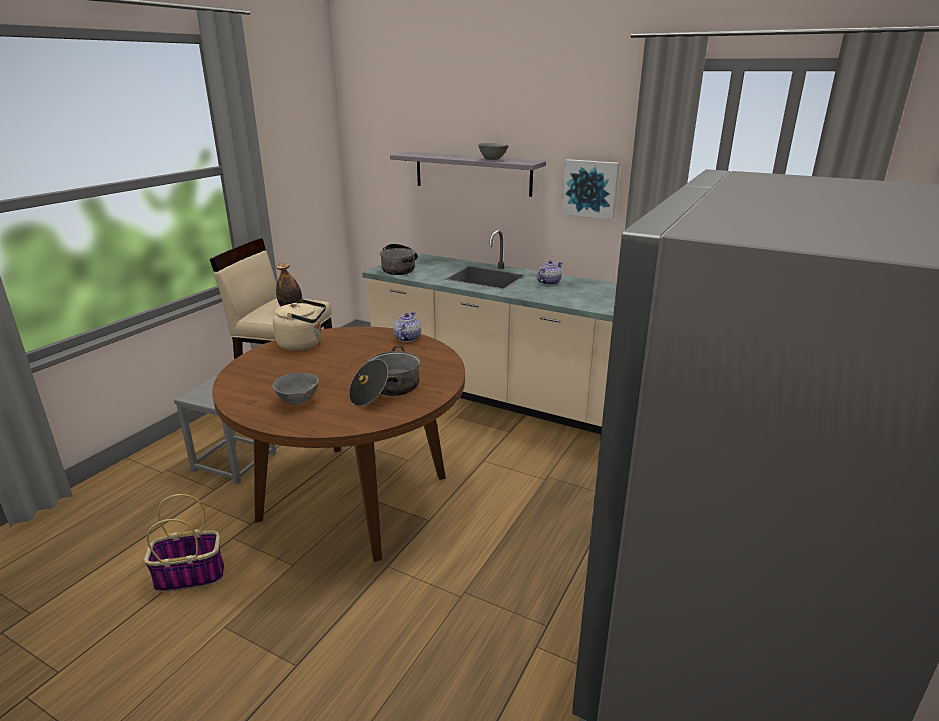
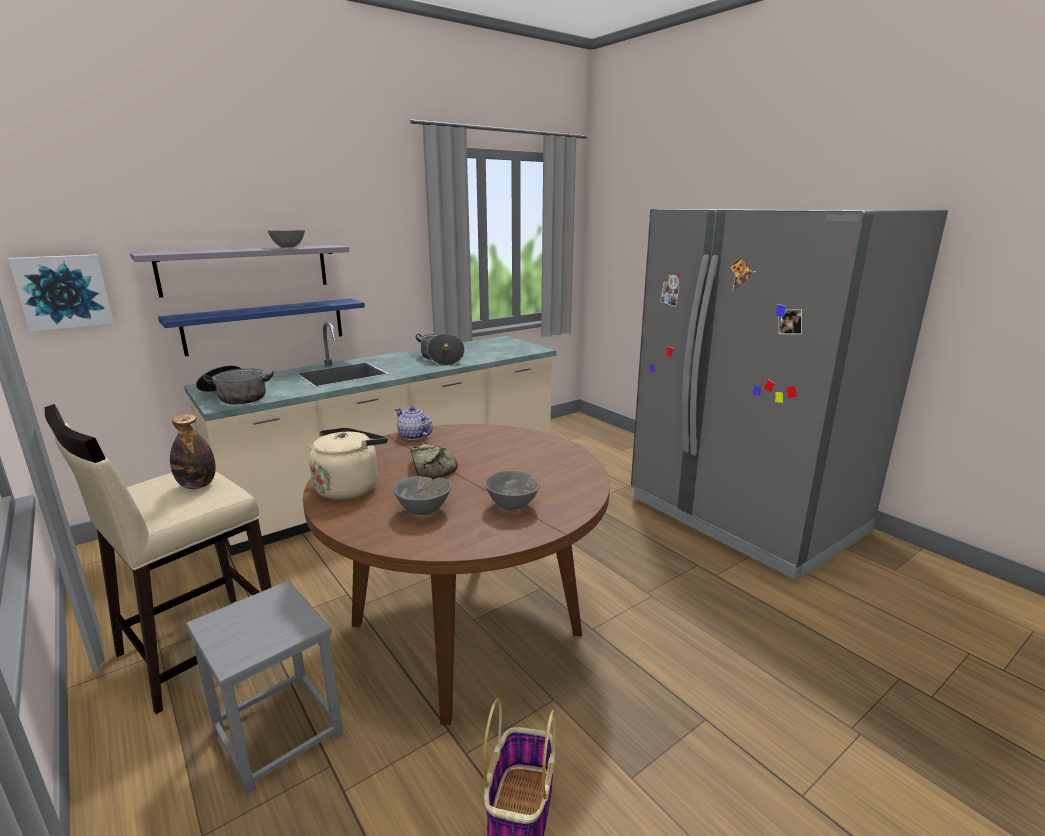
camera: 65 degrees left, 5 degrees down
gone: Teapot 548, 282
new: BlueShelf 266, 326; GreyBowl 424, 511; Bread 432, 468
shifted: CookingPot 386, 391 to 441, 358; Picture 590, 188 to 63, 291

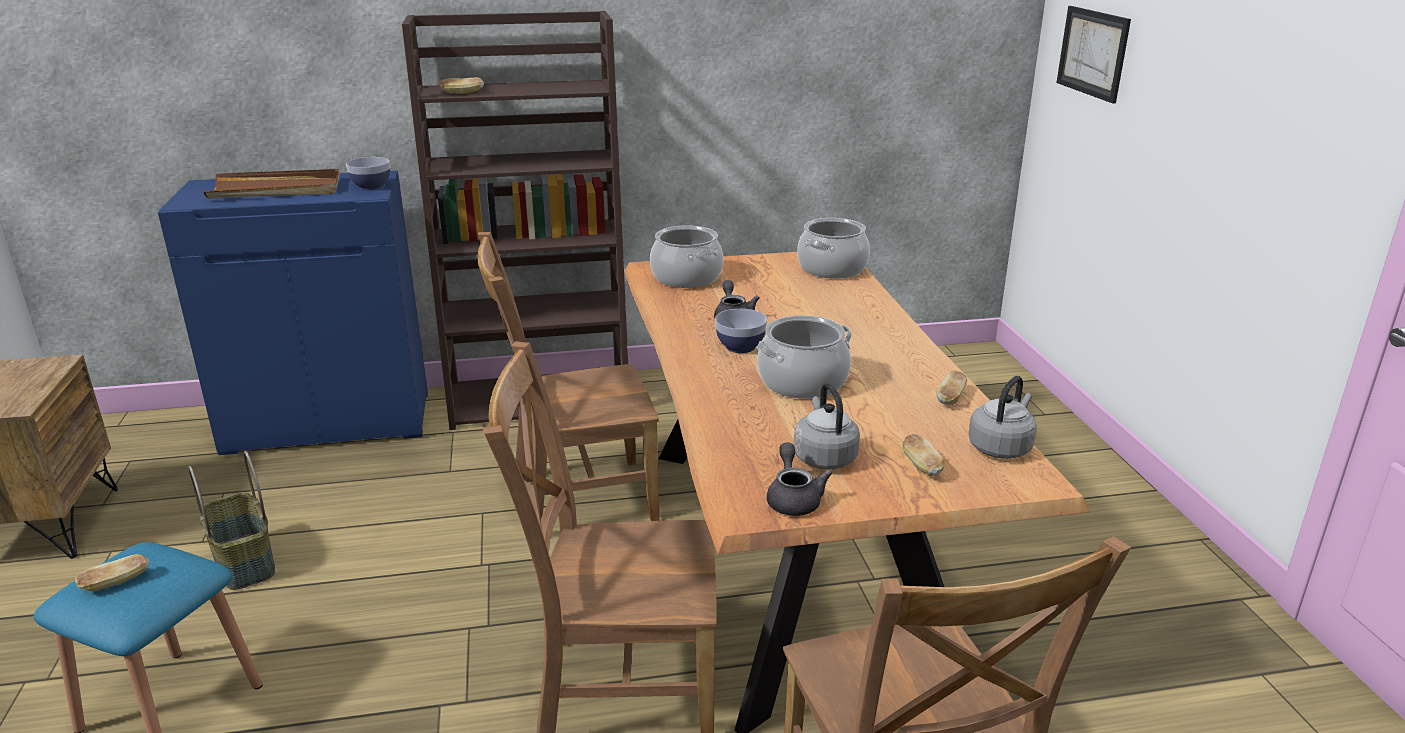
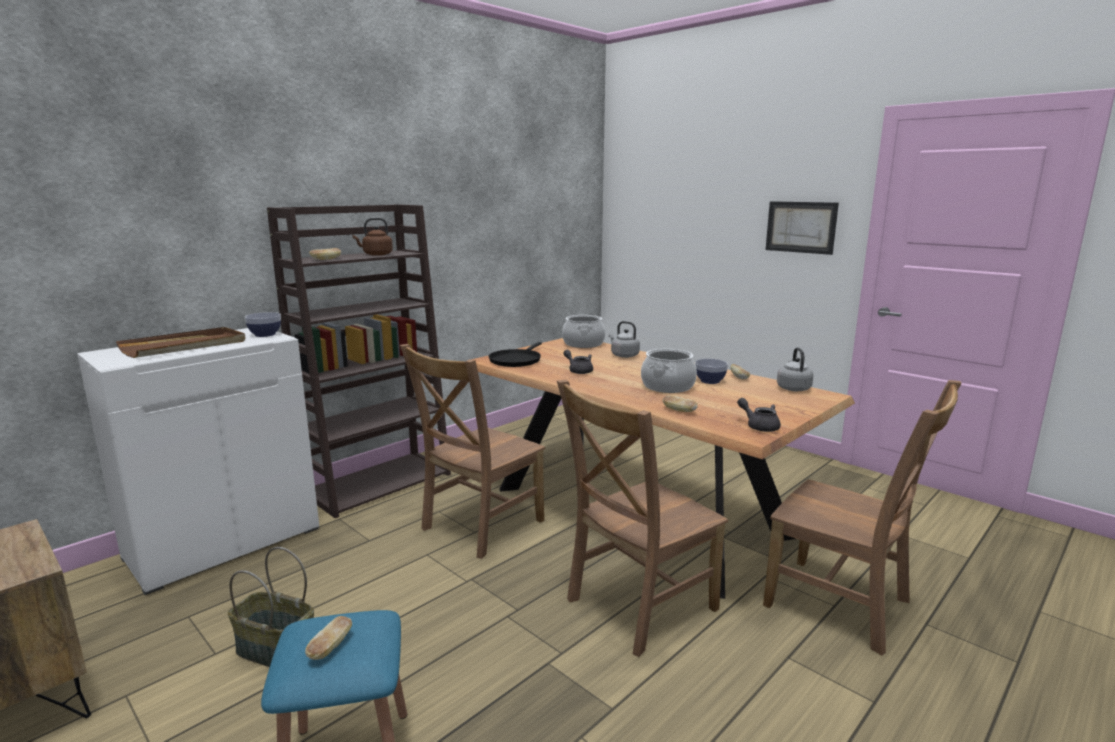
camera: 35 degrees left, 10 degrees down
new: BrownKettle 376, 255
shifted: Bowl 740, 347 to 710, 381; GreyKettle 824, 457 to 623, 355; Bread 921, 467 to 679, 411; Picture 1093, 53 to 801, 227
swapped: CookingPot 686, 278 to BlackFryingPan 516, 360
repainted: BlueCabinet 330, 421 to WhiteCabinet 224, 542

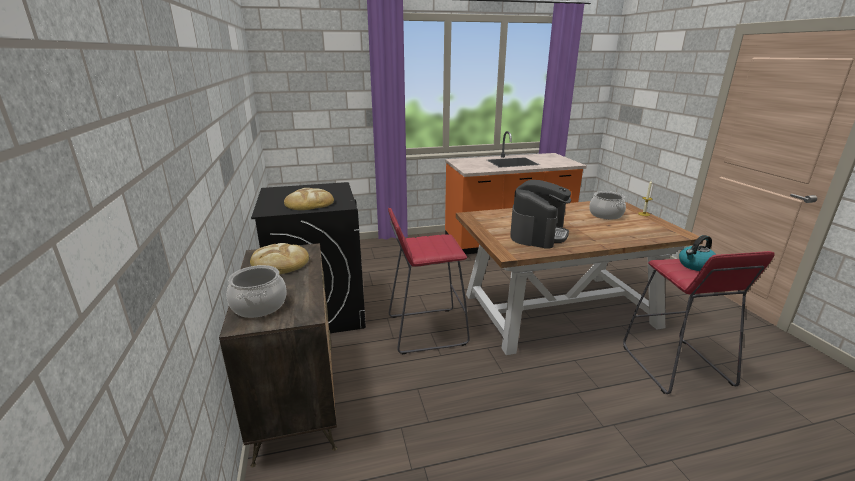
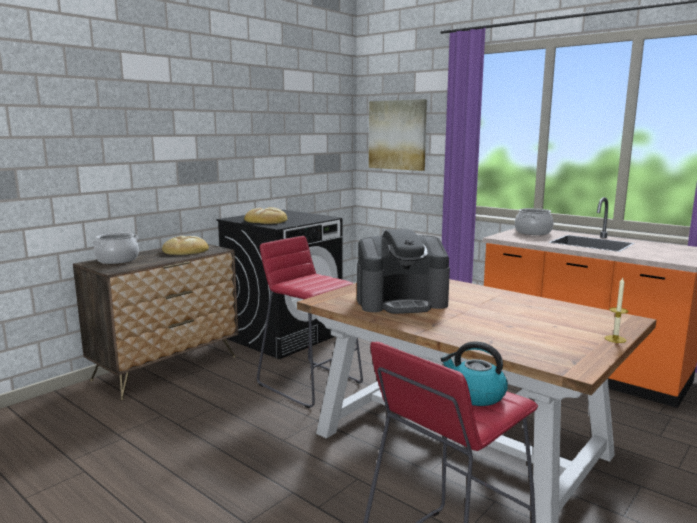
camera: 55 degrees right, 10 degrees down
new: Picture 397, 135
shifted: CookingPot 606, 215 to 533, 232

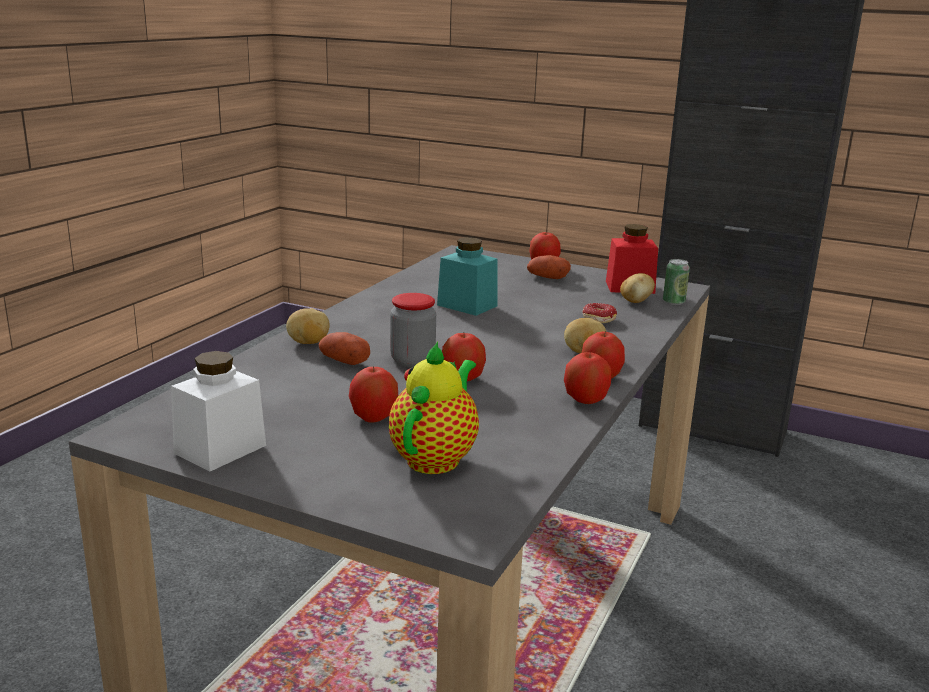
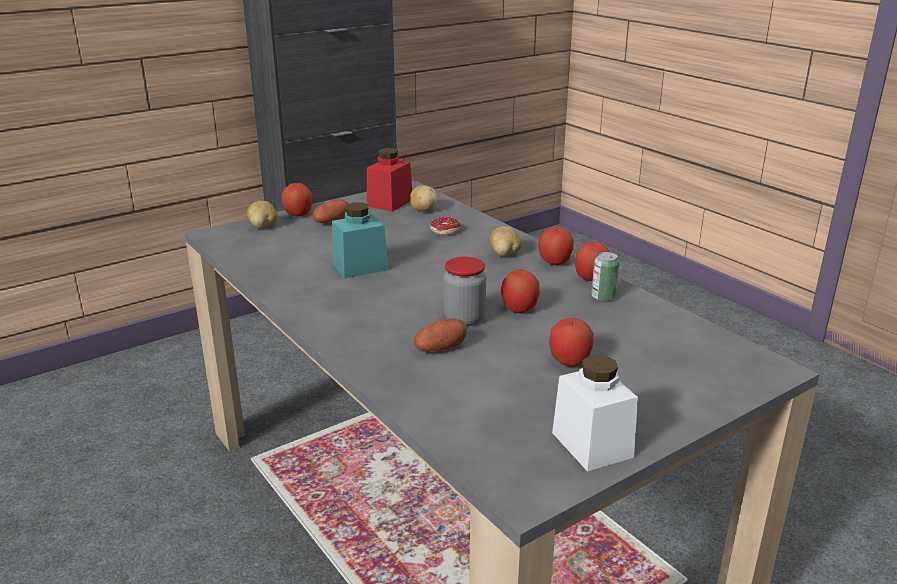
camera: 60 degrees left, 5 degrees up
gone: Teapot 436, 457
shifted: Potato 308, 343 to 264, 227; Can 673, 302 to 603, 297

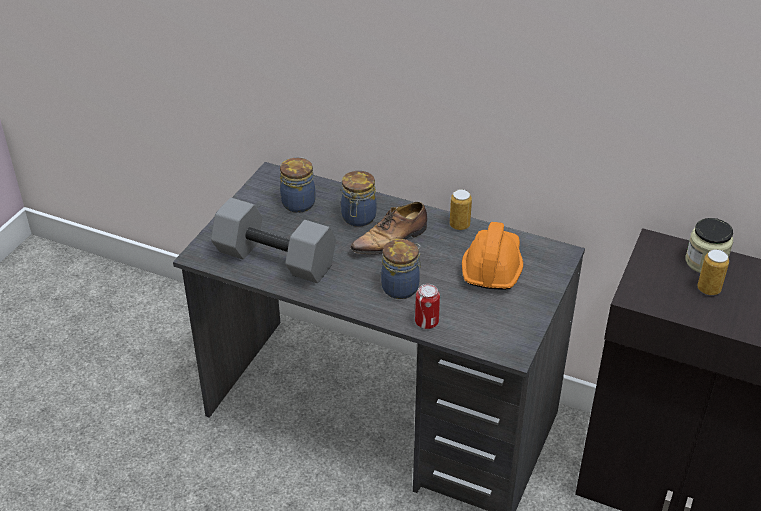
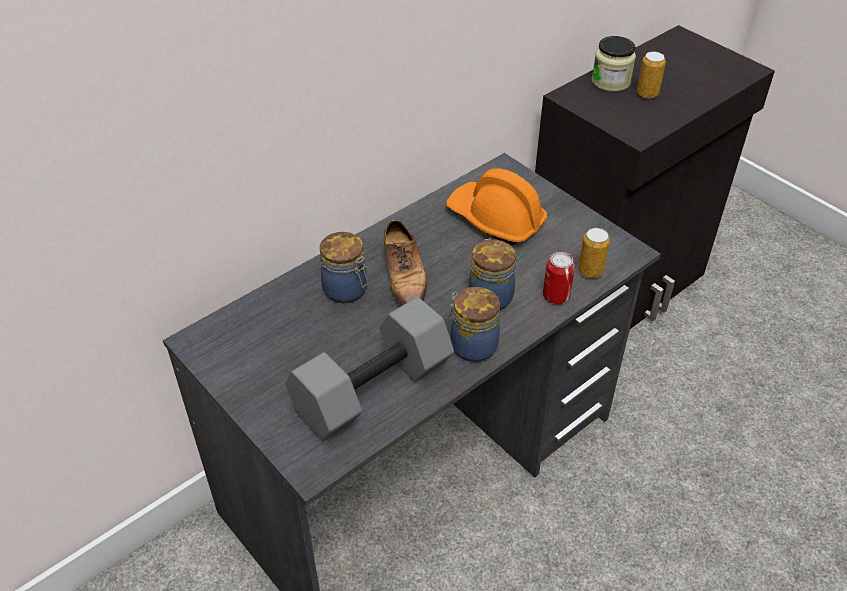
camera: 65 degrees left, 5 degrees up
shifted: Jar 299, 202 to 472, 345; Can 459, 225 to 590, 271

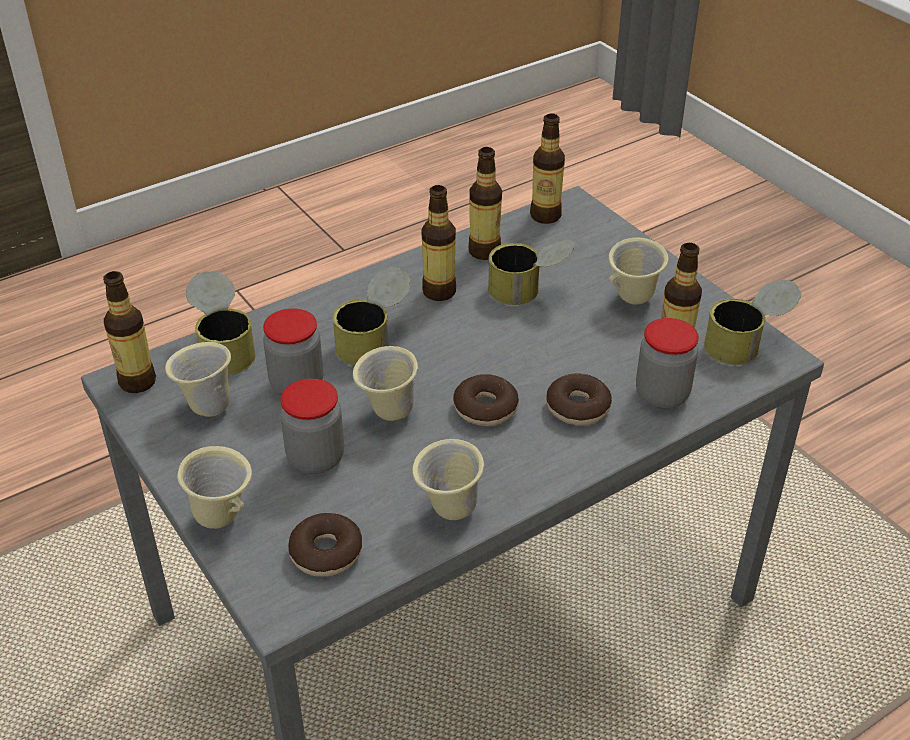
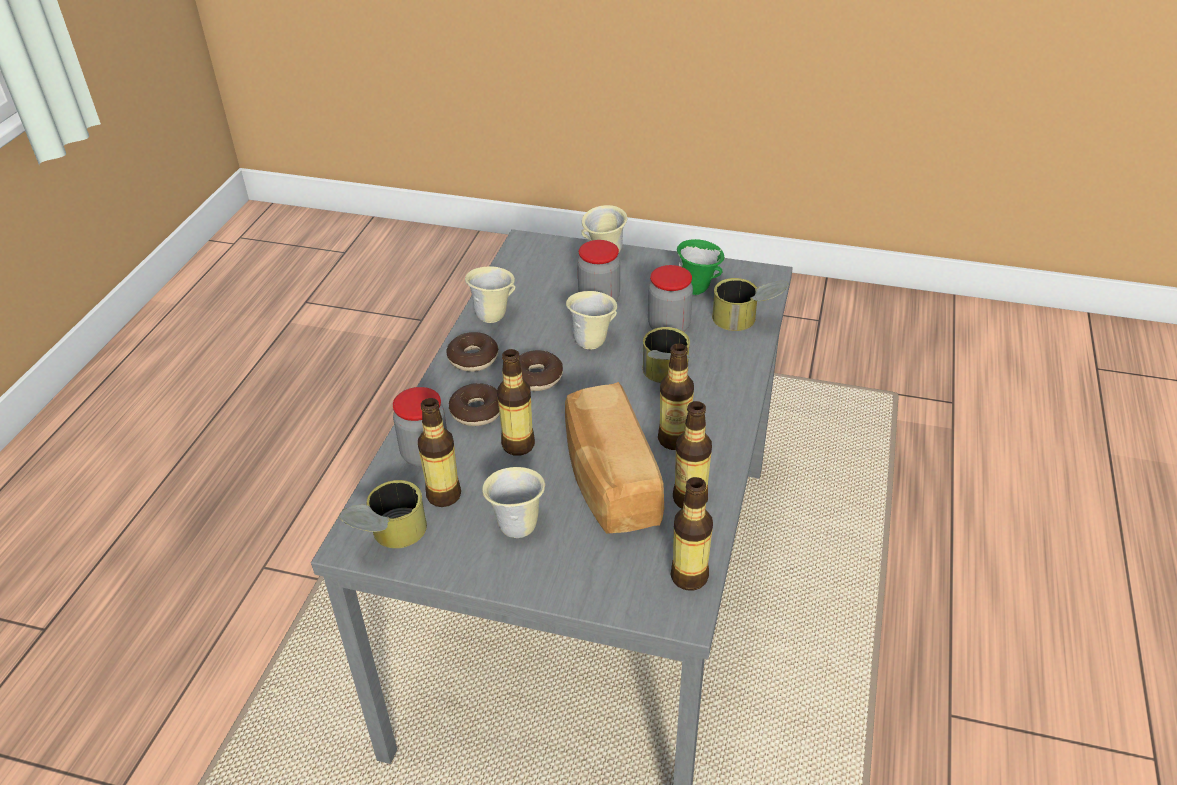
camera: 140 degrees right, 0 degrees up
shifted: Bottle 137, 382 to 518, 445; Donut 326, 553 to 473, 358
swapped: Can 529, 292 to Bread 608, 482
repainted: BeigeMug 206, 407 to GreenMug 698, 289

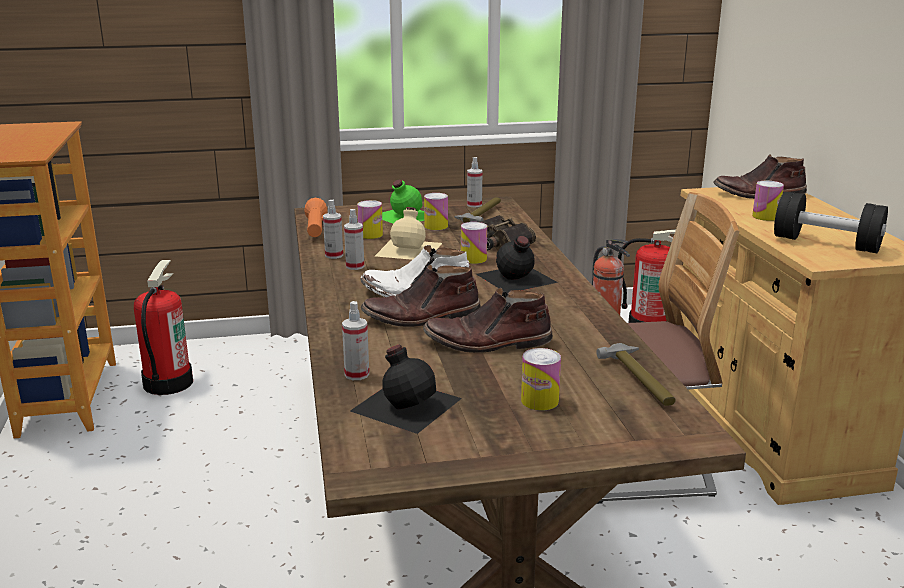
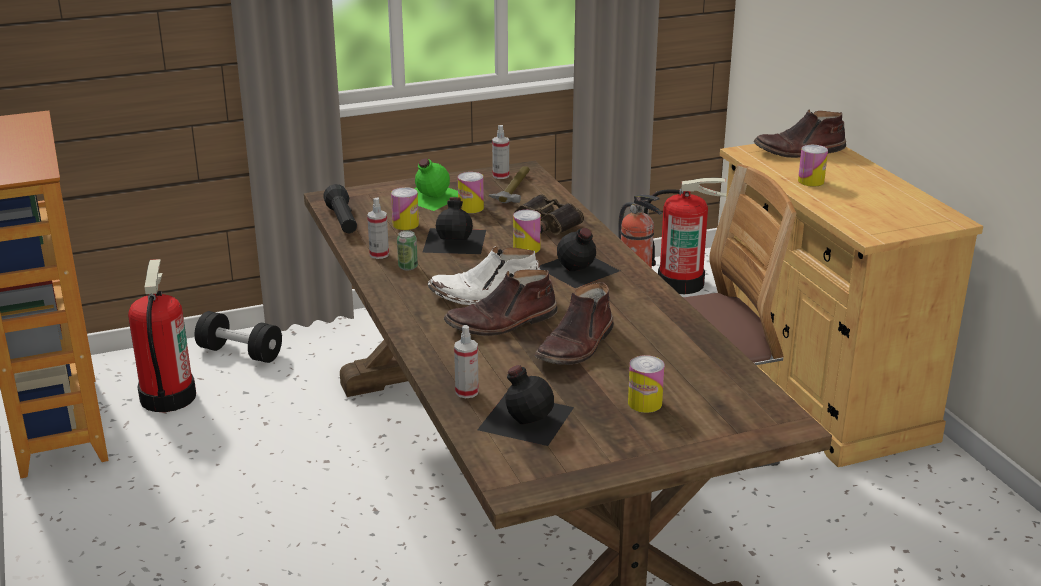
camera: 10 degrees left, 5 degrees up
gone: Hammer 639, 381
shifted: BlackDumbbell 826, 243 to 240, 353
swapped: SprayBottle 355, 266 to Can 408, 267
repainted: OrangeFlashlight 315, 229 to BlackFlashlight 342, 221; BeigeBottle 410, 249 to BlackBottle 456, 240
rotated: BrownBoot 488, 343 = 576, 346 45 degrees counterclockwise

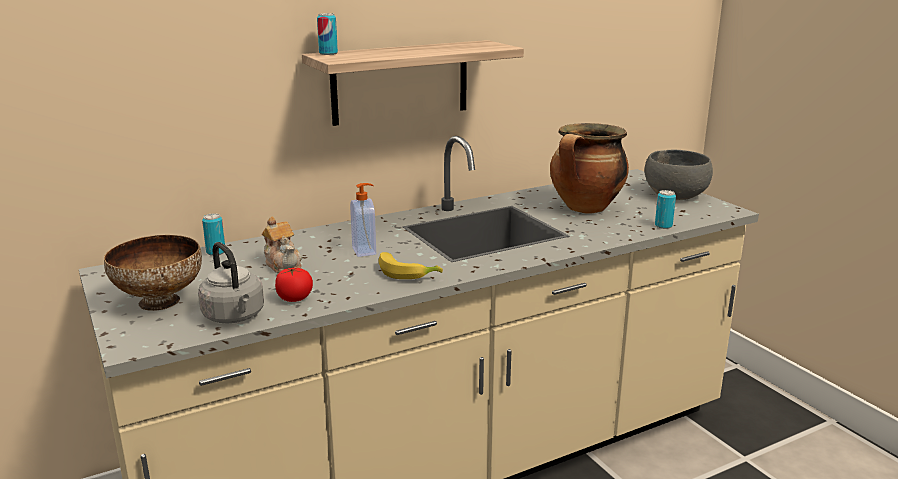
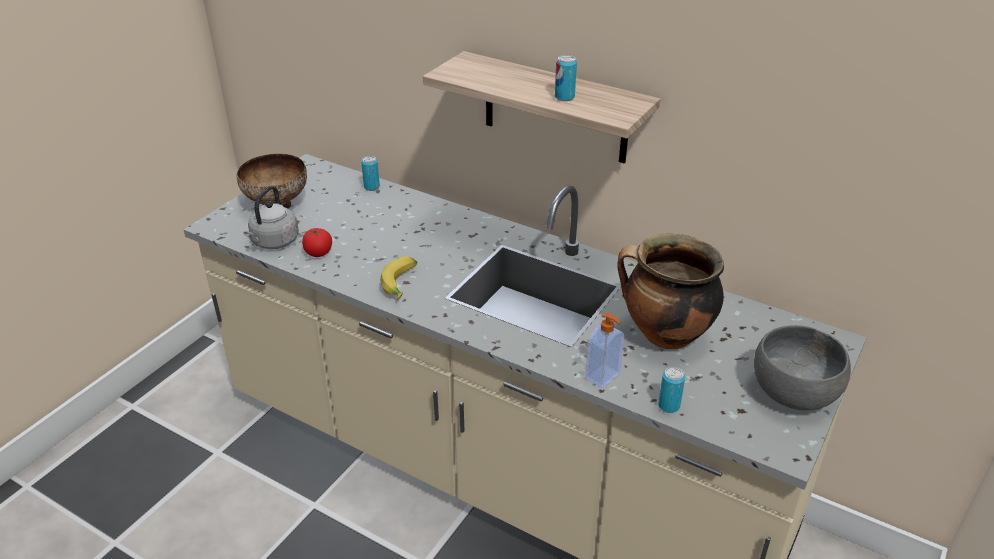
camera: 60 degrees right, 15 degrees up
gone: Teapot 283, 265
shifted: Can 328, 53 to 564, 97; SoapDispenser 365, 251 to 603, 376

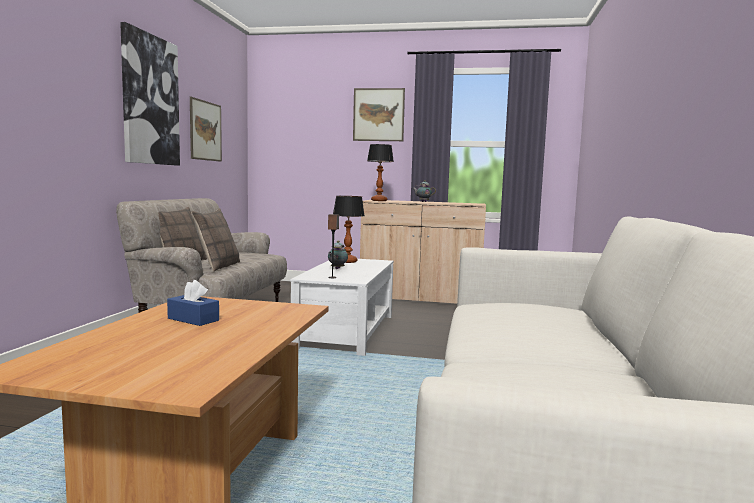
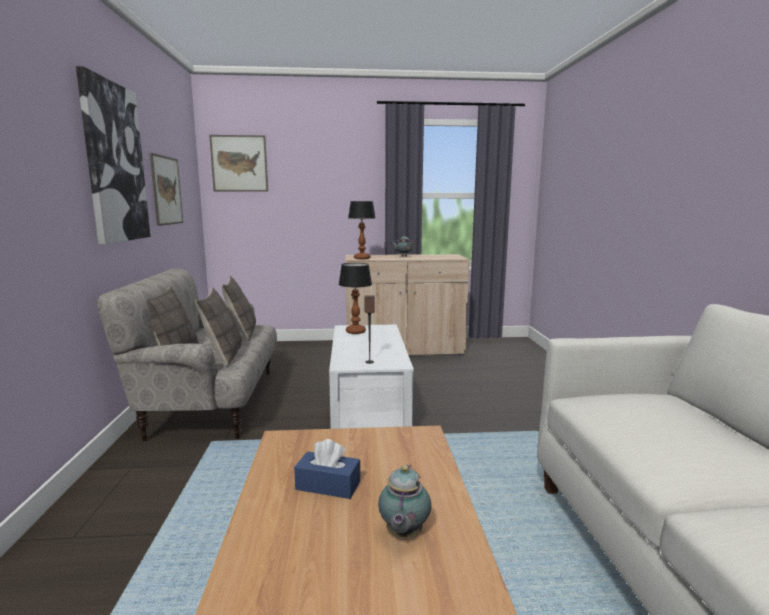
camera: 15 degrees left, 5 degrees up
new: Pillow 241, 333
shifted: Teapot 337, 269 to 403, 534; Picture 378, 114 to 239, 163

